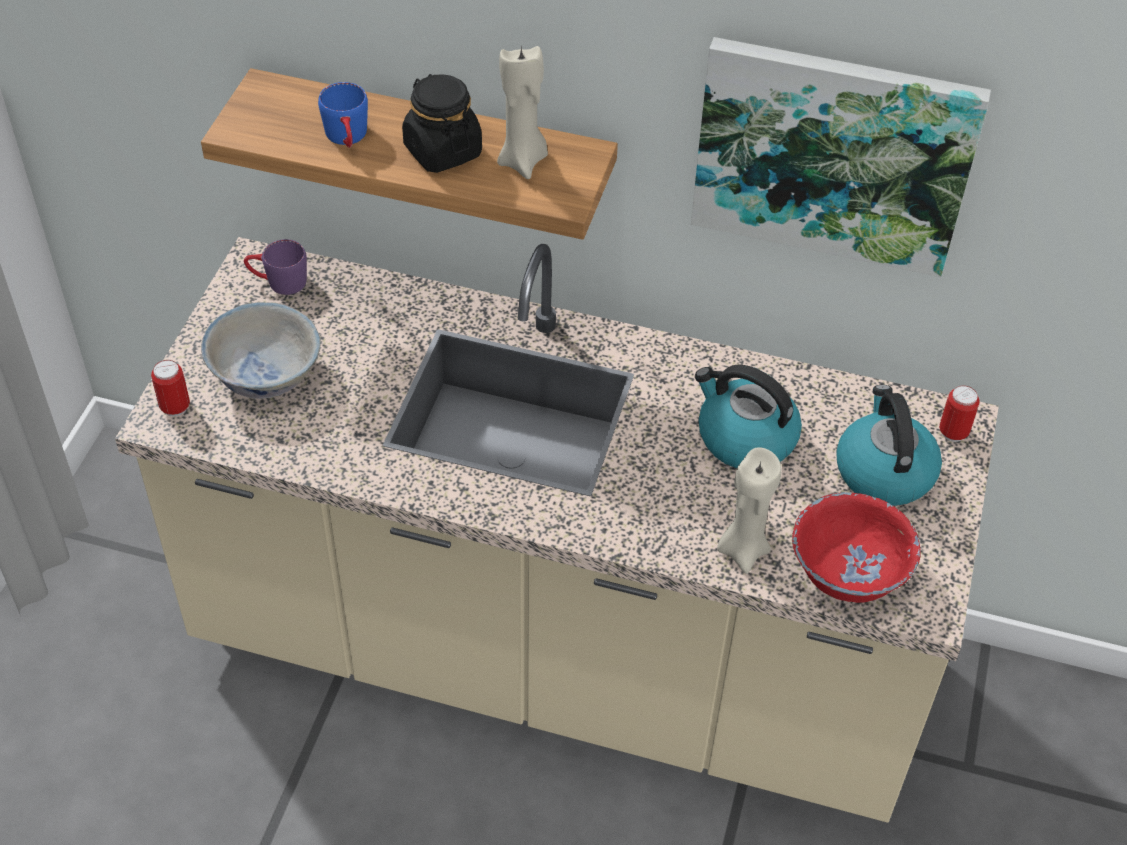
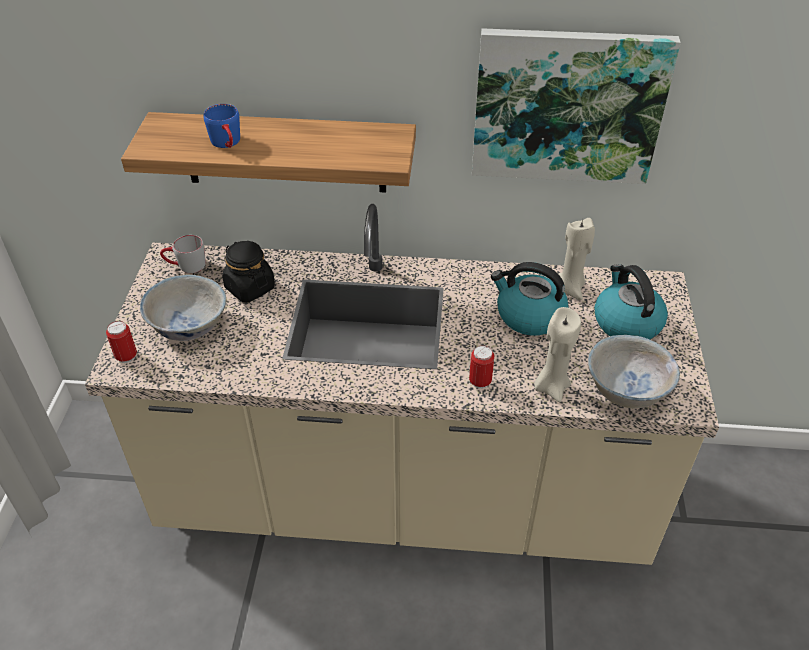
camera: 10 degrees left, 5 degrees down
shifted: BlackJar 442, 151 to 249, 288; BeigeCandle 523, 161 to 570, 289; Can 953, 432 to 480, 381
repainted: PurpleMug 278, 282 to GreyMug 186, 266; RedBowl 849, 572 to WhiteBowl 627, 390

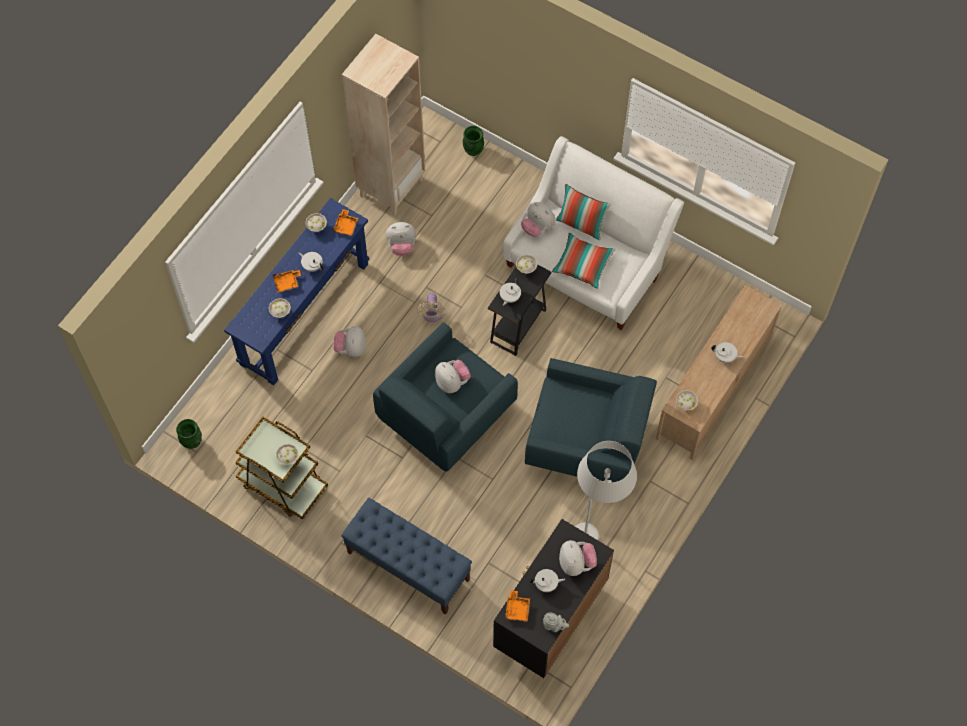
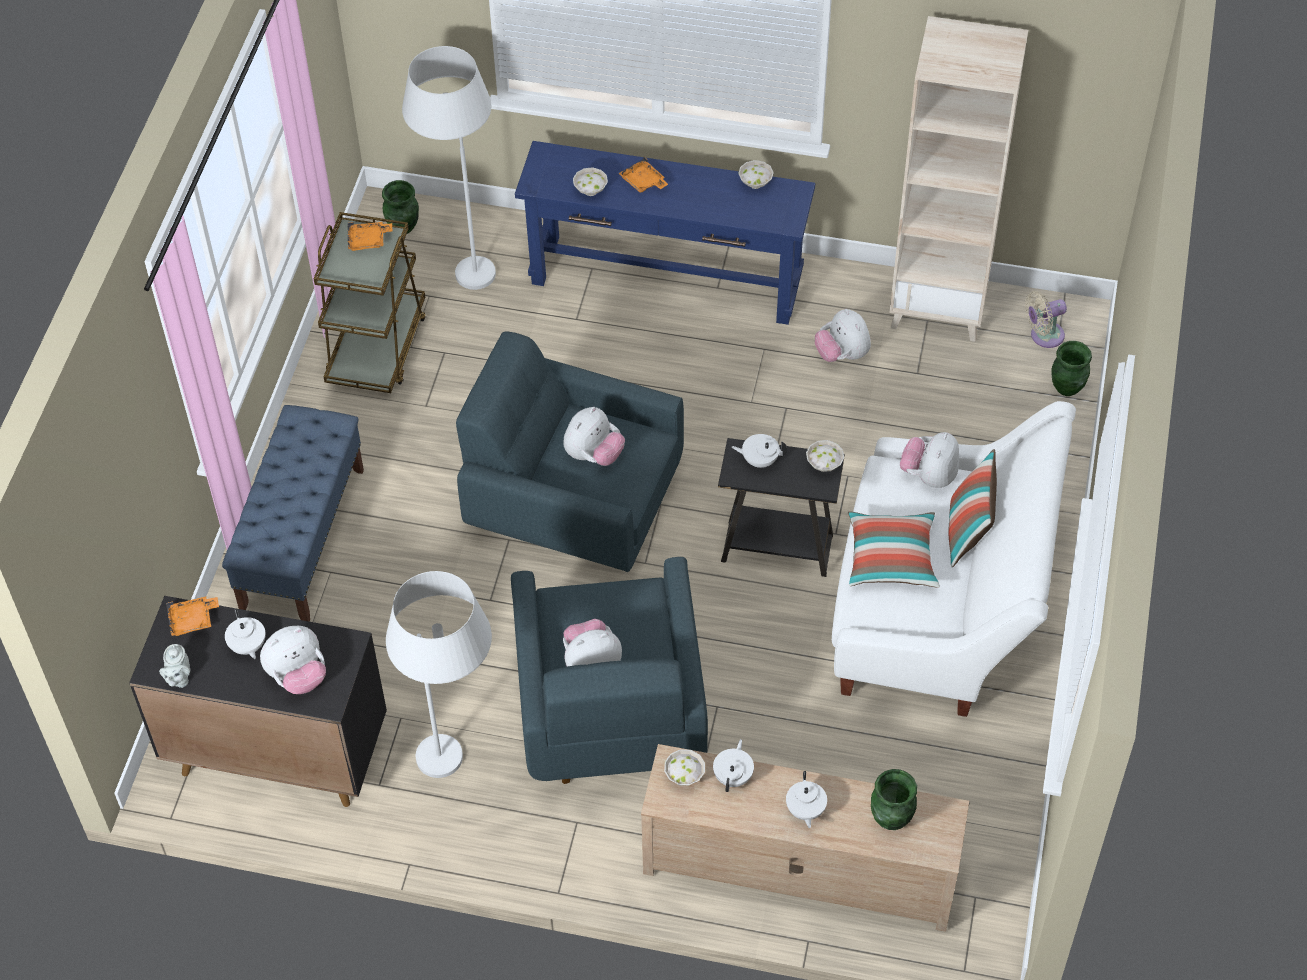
camera: 70 degrees right, 10 degrees down
gone: WhiteBowl 287, 458
new: WhiteFloorLamp 464, 260; GreenVase 891, 819
shifted: WhiteTeapot 312, 266 to 733, 776; OrangeTray 346, 226 to 368, 241; PlushToy 351, 348 to 591, 663; BeigeFan 432, 315 to 1043, 336

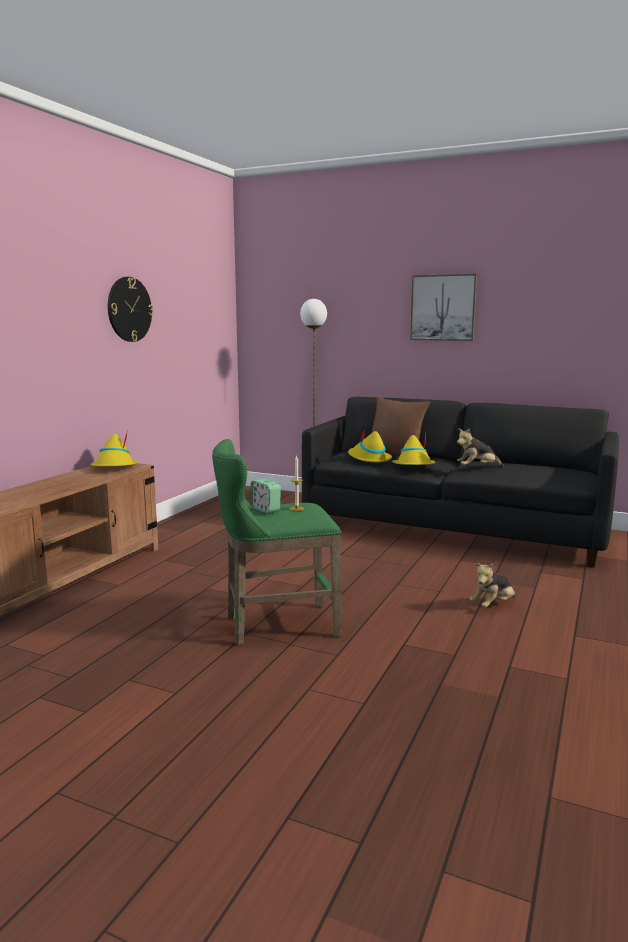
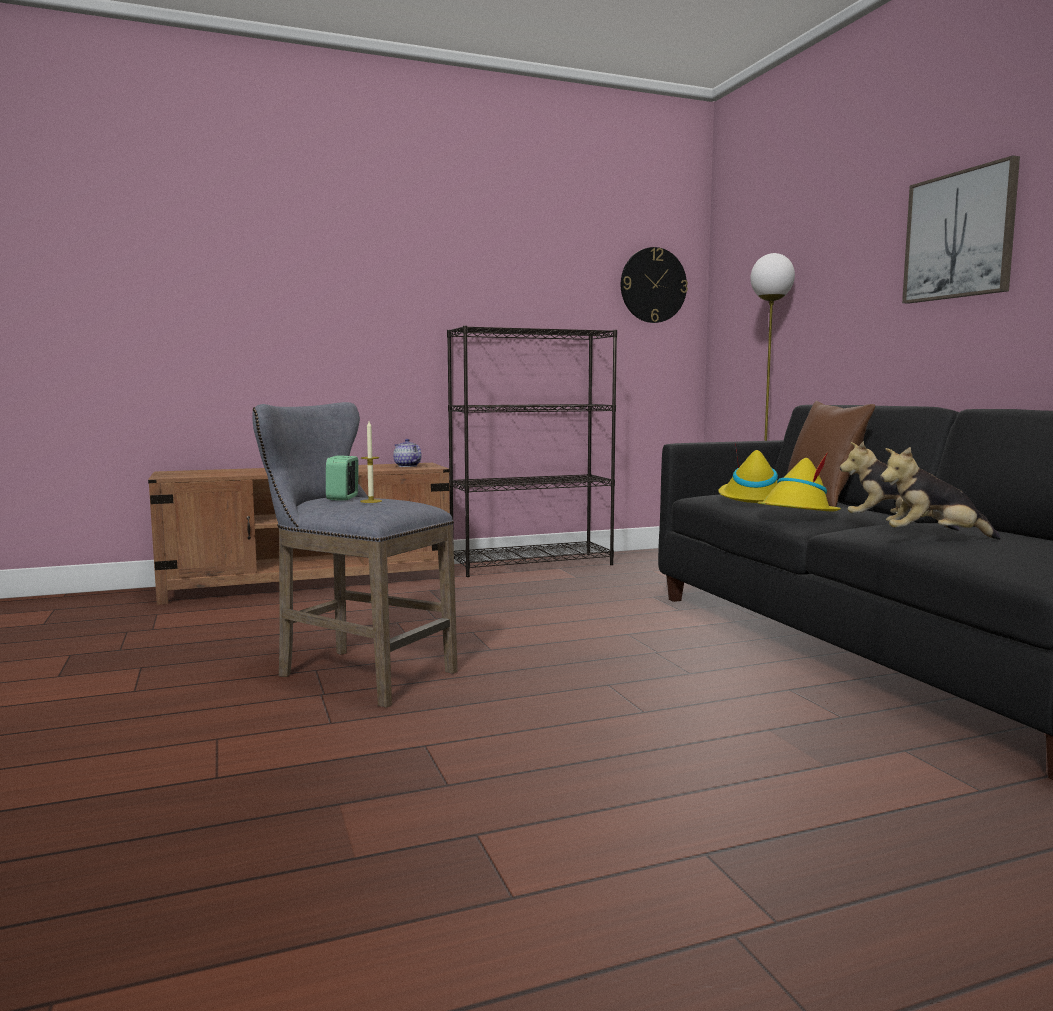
camera: 45 degrees right, 5 degrees down
new: BlackBookcase 532, 564
shifted: WallClock 129, 309 to 653, 285; PlushToy 493, 605 to 932, 538
swapped: YellowHat 114, 468 to Teapot 406, 466
repainted: GreenStool 275, 626 to GreyStool 357, 673

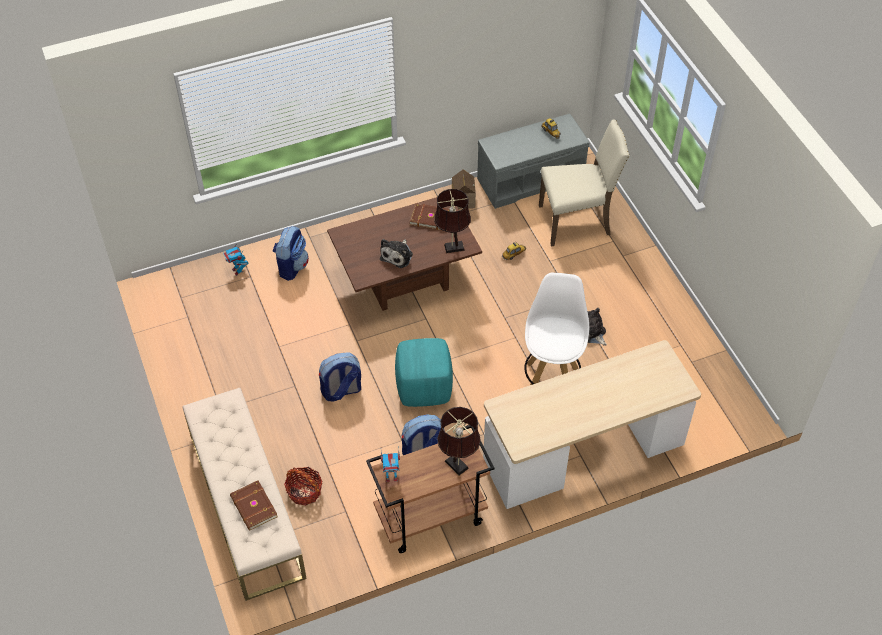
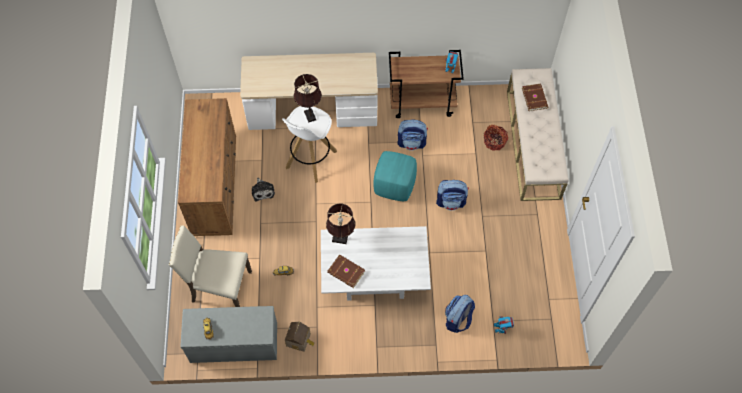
camera: 160 degrees left, 10 degrees up
gone: PlushToy 397, 255
new: BrownDresser 215, 185
shifted: BrownTableLamp 458, 466 to 309, 114
repainted: BrownCoffeeTable 405, 279 to WhiteCoffeeTable 374, 278

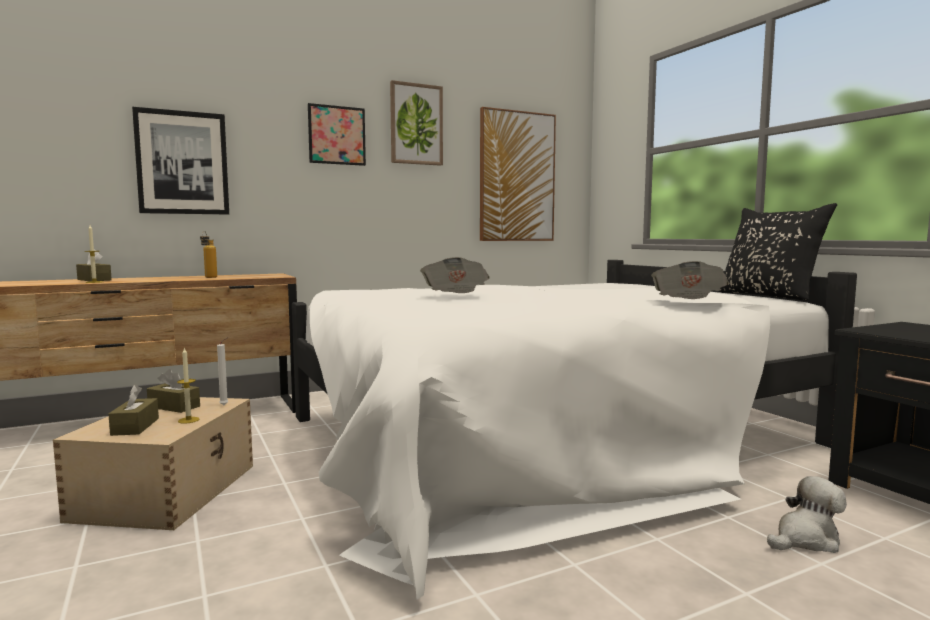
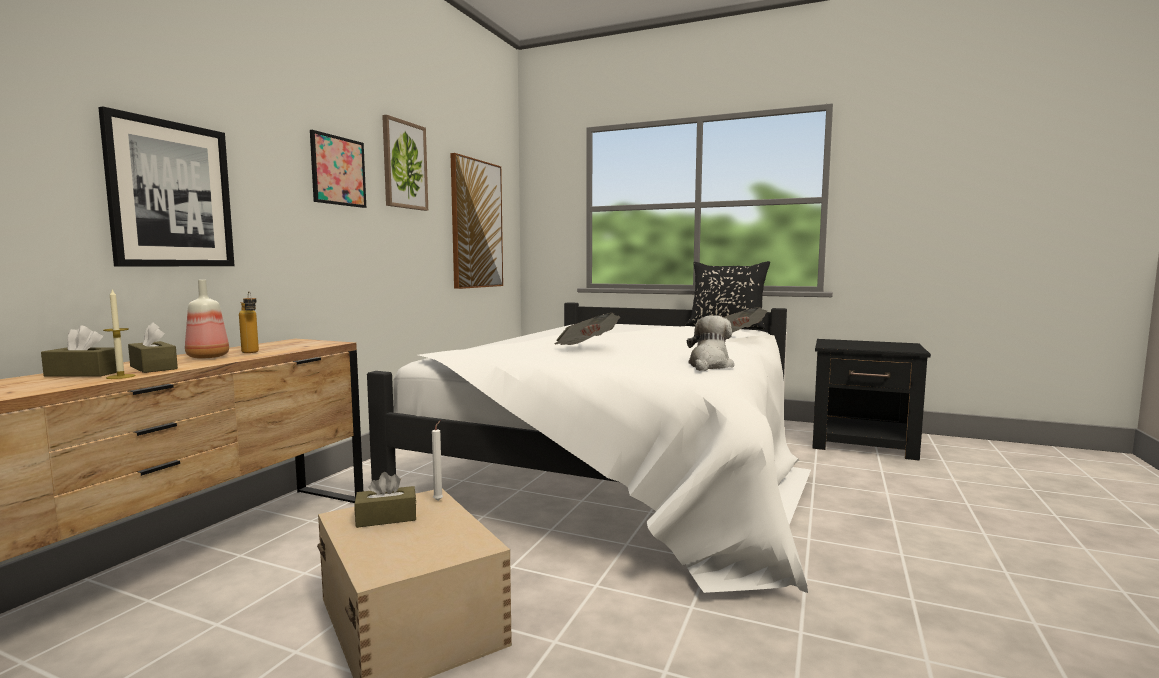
camera: 40 degrees left, 0 degrees up
gone: Candle 188, 420
new: Bottle 207, 357
shifted: BrownTissueBox 135, 426 to 153, 367; PlushToy 805, 540 to 709, 366

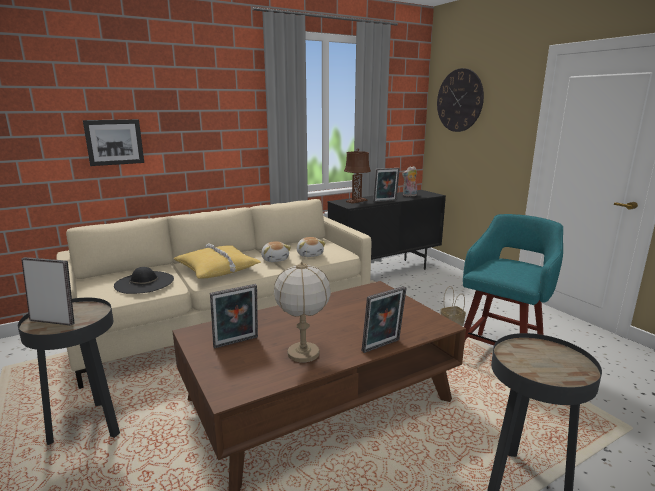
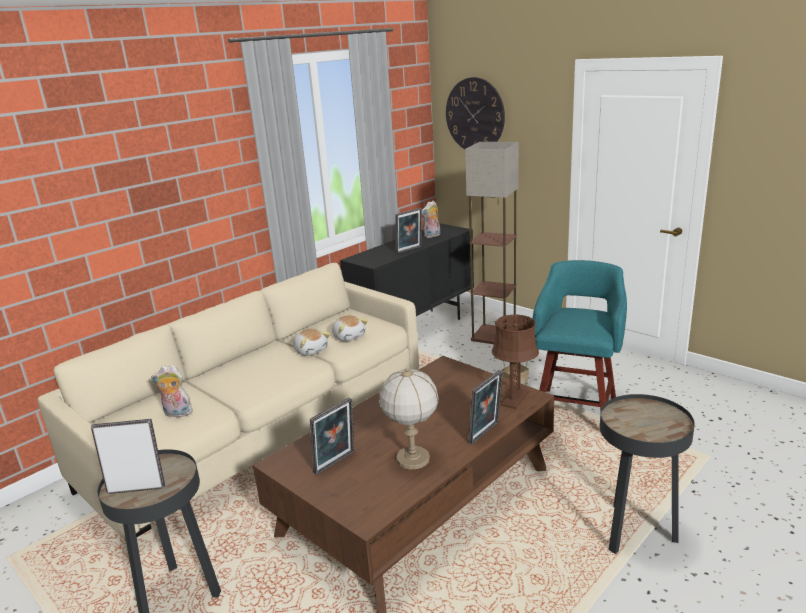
camera: 15 degrees left, 5 degrees up
gone: Picture 114, 142; YellowPillow 217, 268
new: FloorLamp 495, 335
shifted: BrownTableLamp 356, 201 to 515, 398
swapped: BlackHat 144, 282 to PlushToy 176, 414

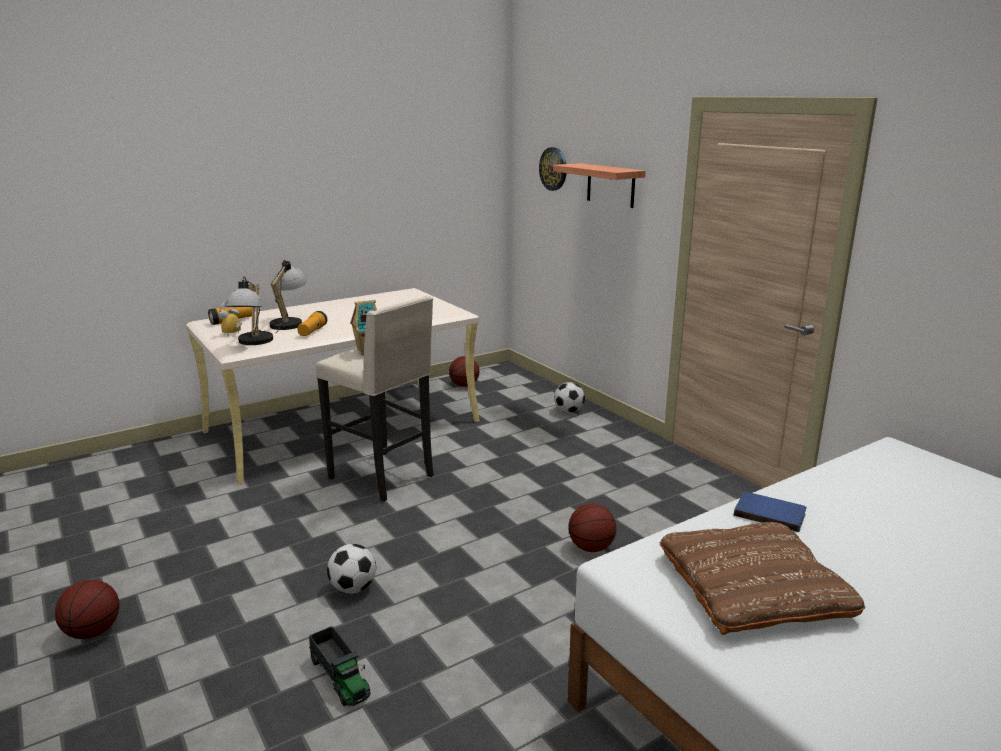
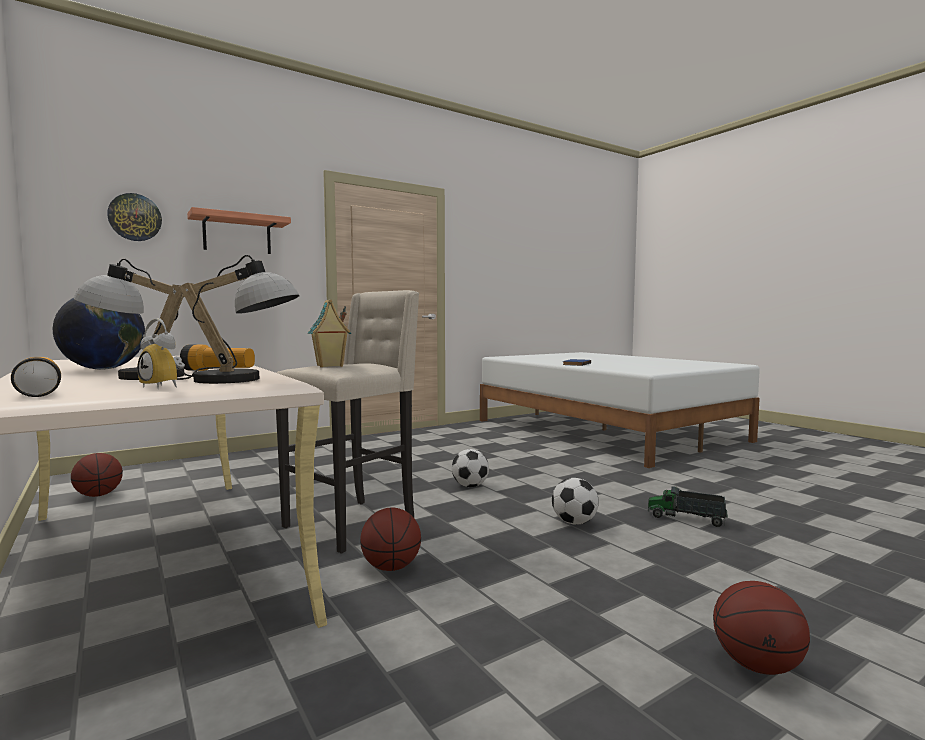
camera: 90 degrees left, 15 degrees down
gone: BrownPillow 753, 586
new: Globe 103, 369
shifted: Football 568, 411 to 470, 486; Basketball 591, 548 to 391, 567
rotated: ToyTruck 340, 678 = 686, 518 120 degrees counterclockwise

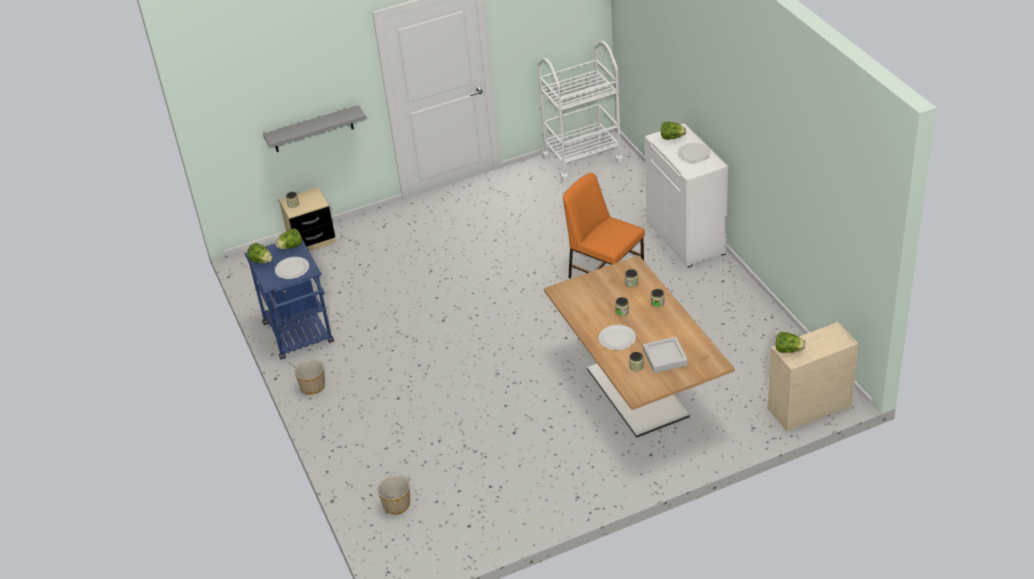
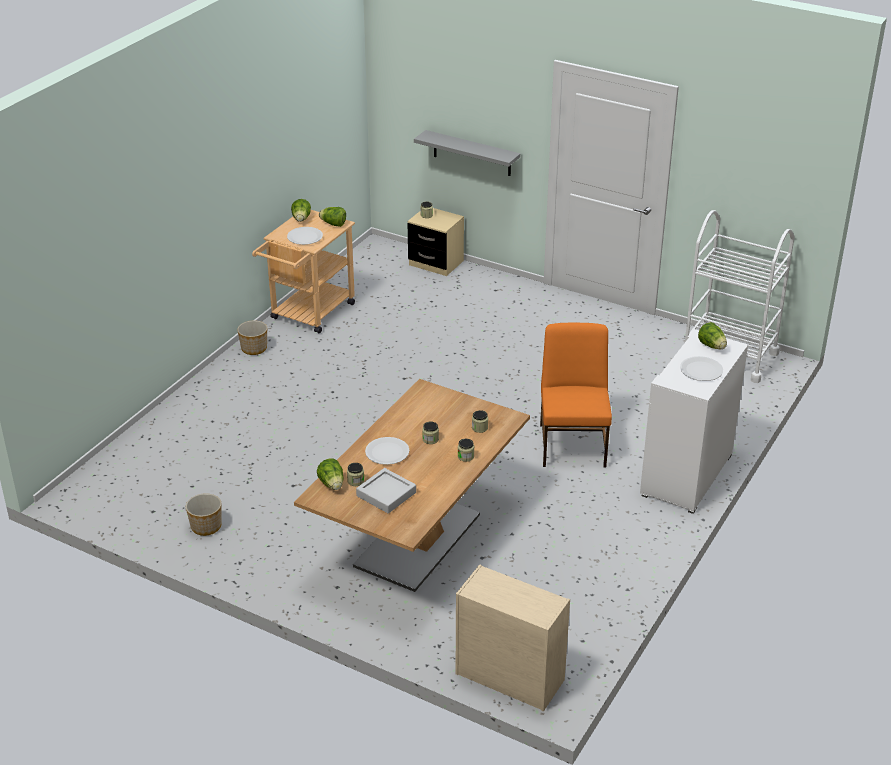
camera: 50 degrees right, 5 degrees down
shifted: Planter 396, 505 to 206, 526; Lettuce 788, 350 to 332, 484
repainted: BlueCart 301, 337 to BeigeCart 309, 314

